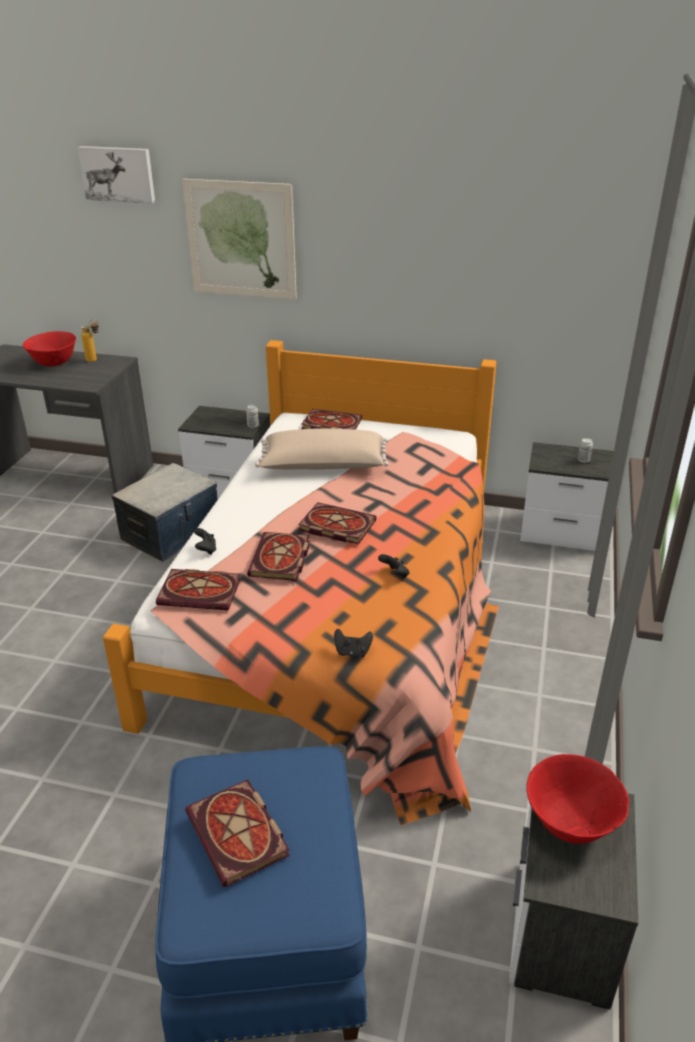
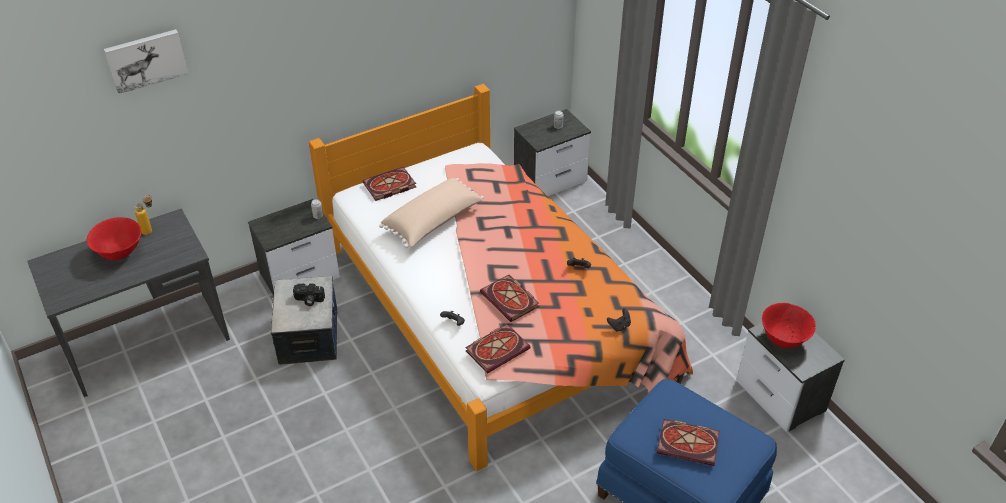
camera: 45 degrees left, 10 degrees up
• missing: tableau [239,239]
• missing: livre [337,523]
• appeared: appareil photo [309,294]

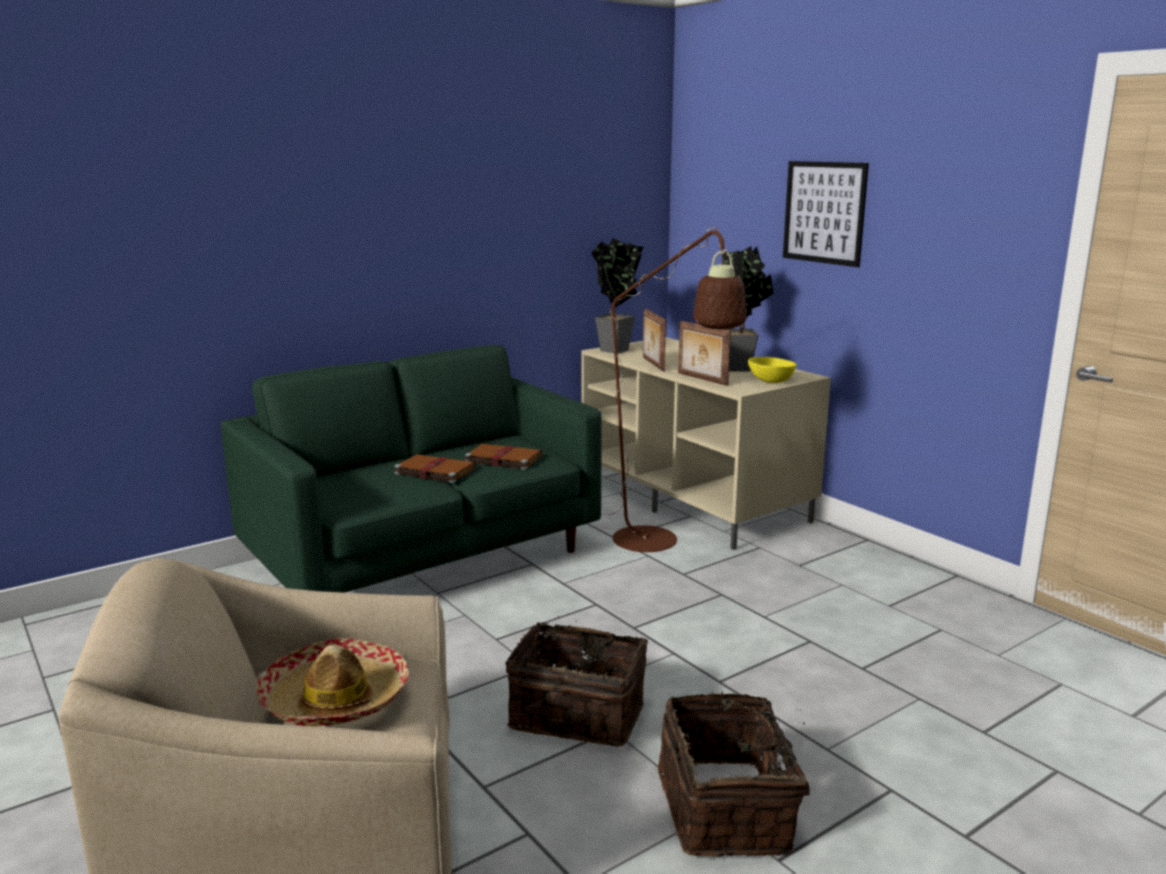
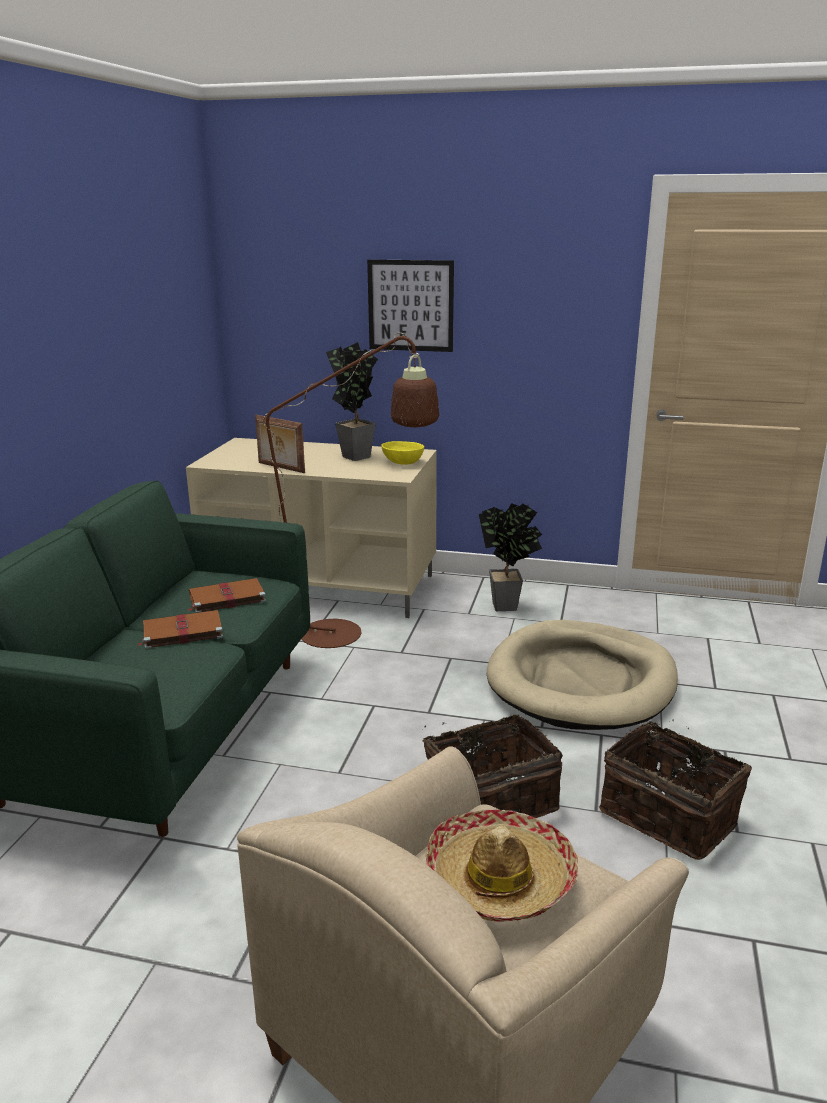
camera: 40 degrees left, 5 degrees up
• relocated: plante en pot [617,295] to [510,557]
• missing: cadre photo [704,353]
• appeared: panier pour chien/beige [582,675]

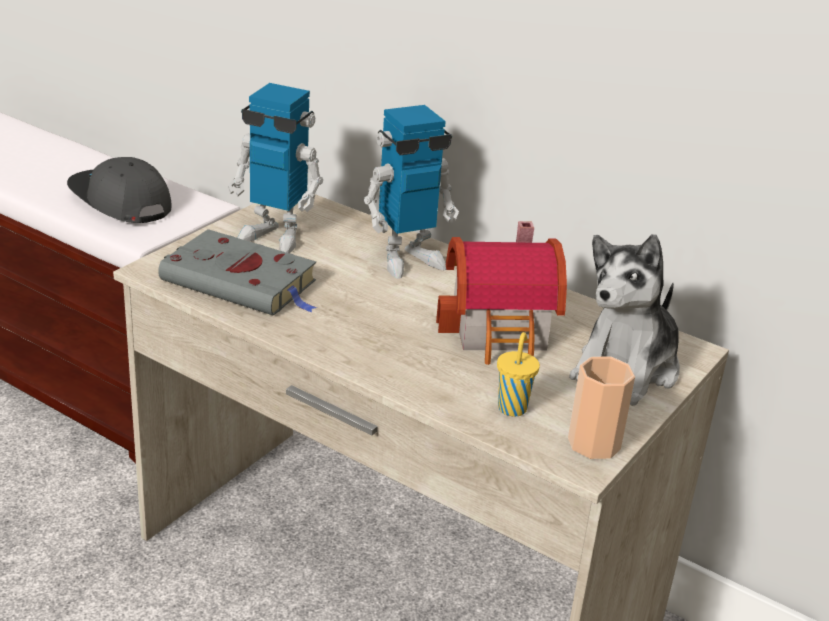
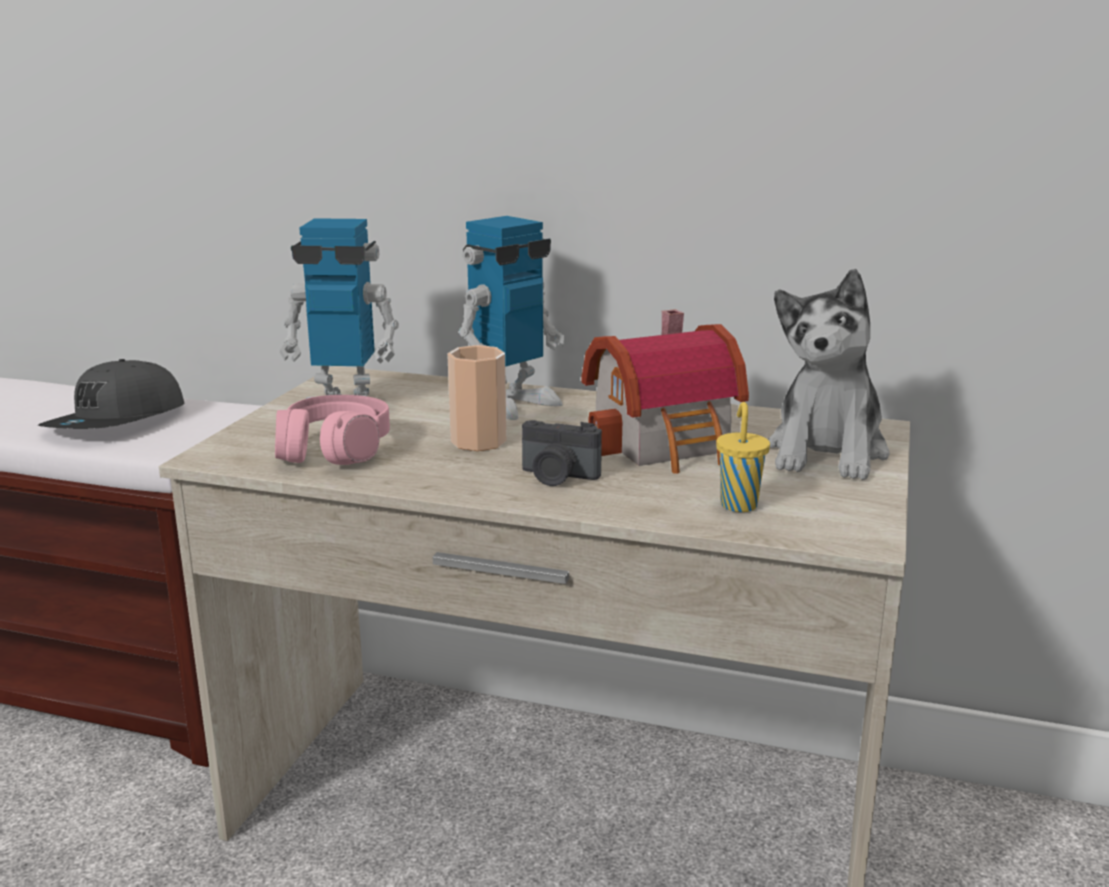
camera: 15 degrees left, 10 degrees down
• spun: casquette/gris [119,190] = [111,394] 90 degrees counterclockwise
• exchanged: livre/gris [238,272] to casque audio/rose [332,430]
• relocated: tasse [601,407] to [477,398]
• appeared: appareil photo [562,453]

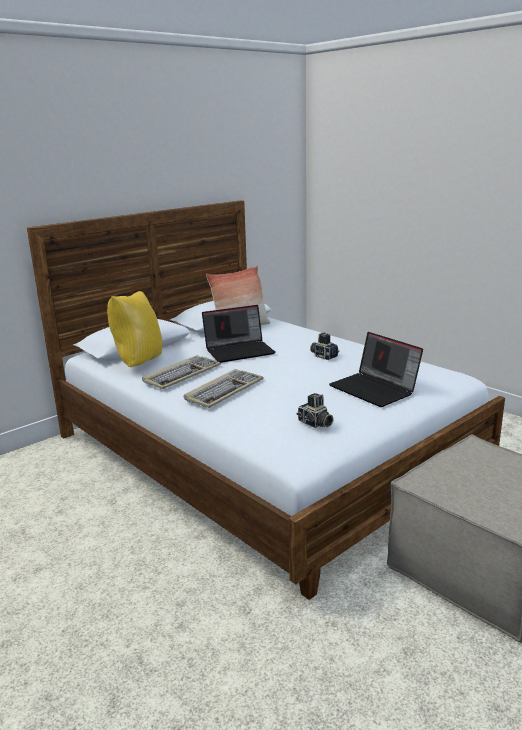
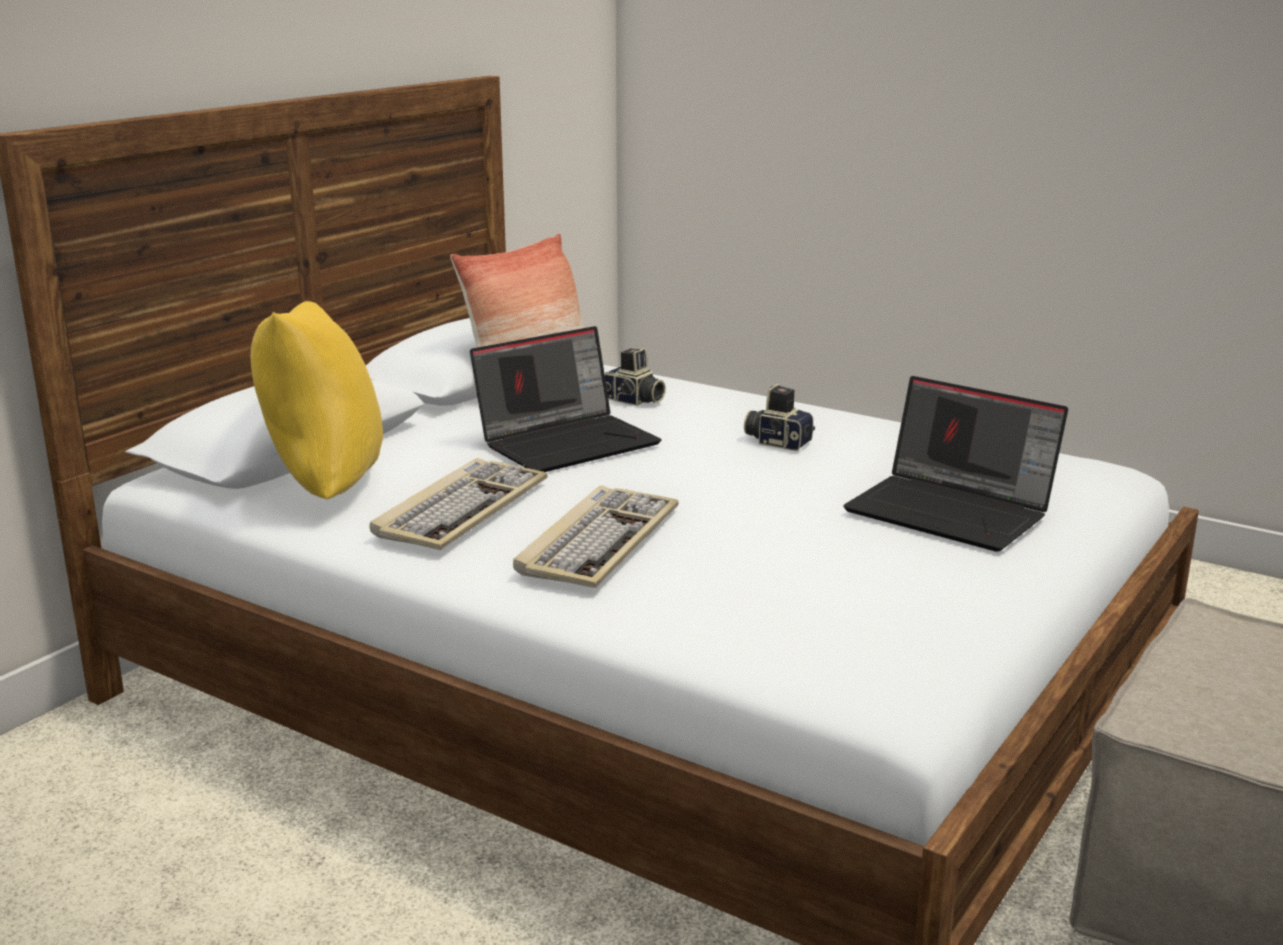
camera: 15 degrees left, 0 degrees up
• relocated: appareil photo [315,410] to [635,377]

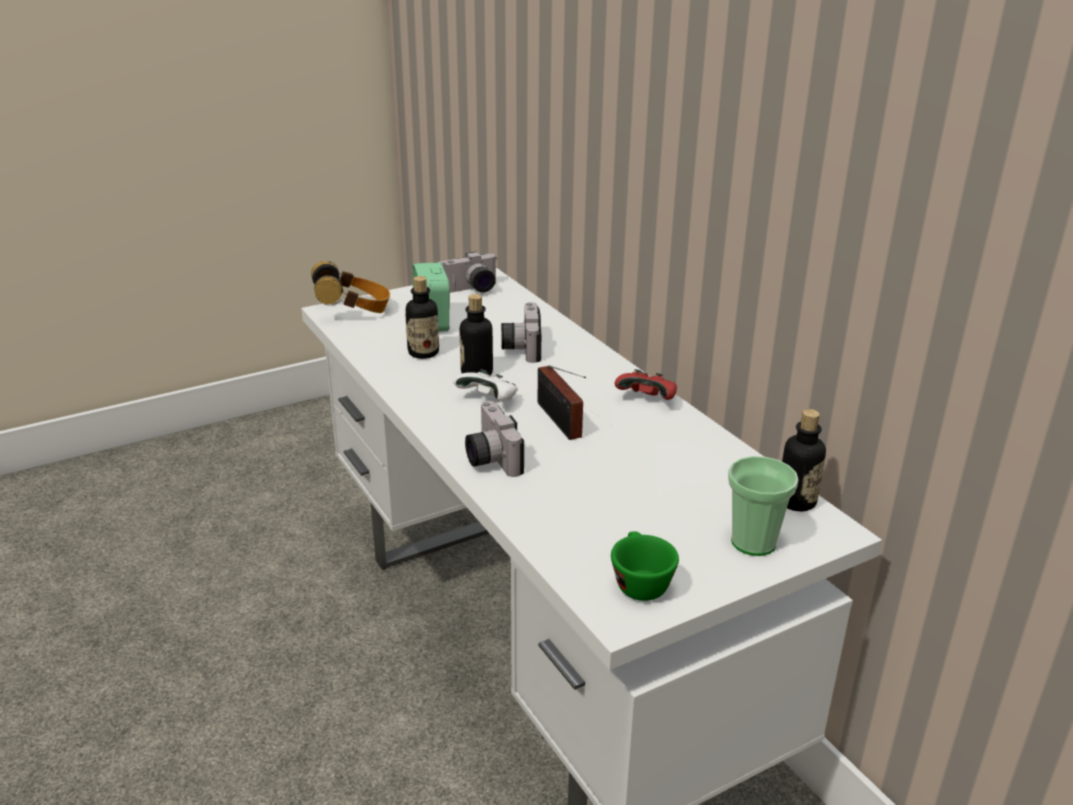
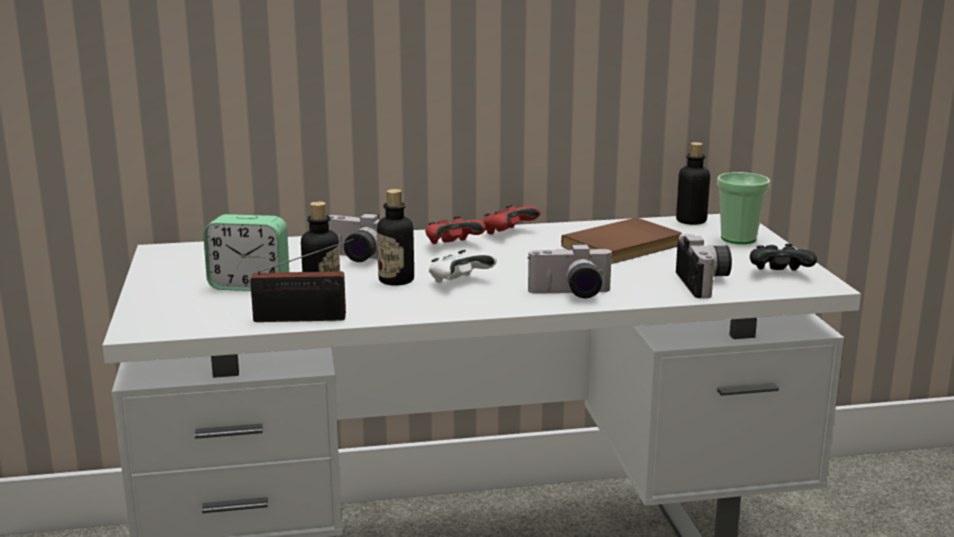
camera: 70 degrees left, 10 degrees down
• relocated: appareil photo [467,272] to [704,266]
• missing: casque audio [350,287]
• relocated: radio [562,402] to [302,280]
• exchanged: tasse/vert [645,566] to manette/noir [783,257]
• appeared: manette/rouge [455,230]
• appeared: livre/marron [621,241]

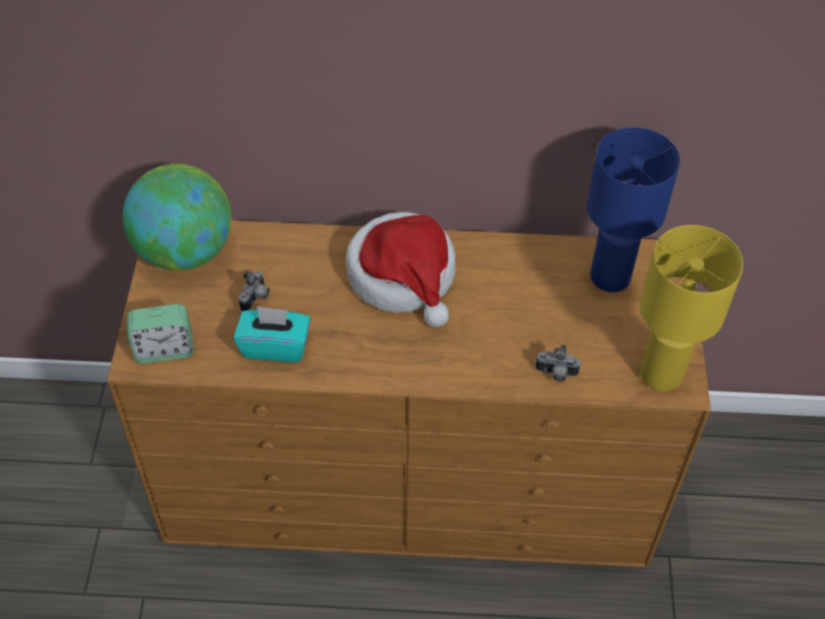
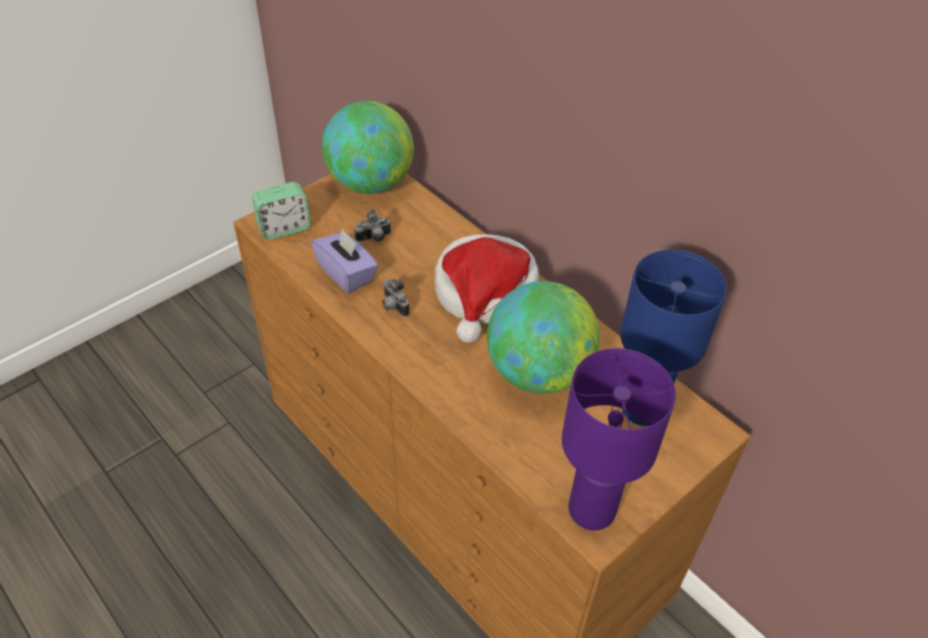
camera: 45 degrees right, 5 degrees down
• colour: lampe de table/jaune [691,308] to lampe de table/violet [619,439]
• spun: réveil [160,333] = [281,211] 60 degrees counterclockwise
• colour: boîte à mouchoirs/turquoise [272,334] to boîte à mouchoirs/violet [344,261]
• relocated: appareil photo [557,363] to [395,297]
• appeared: globe [543,337]

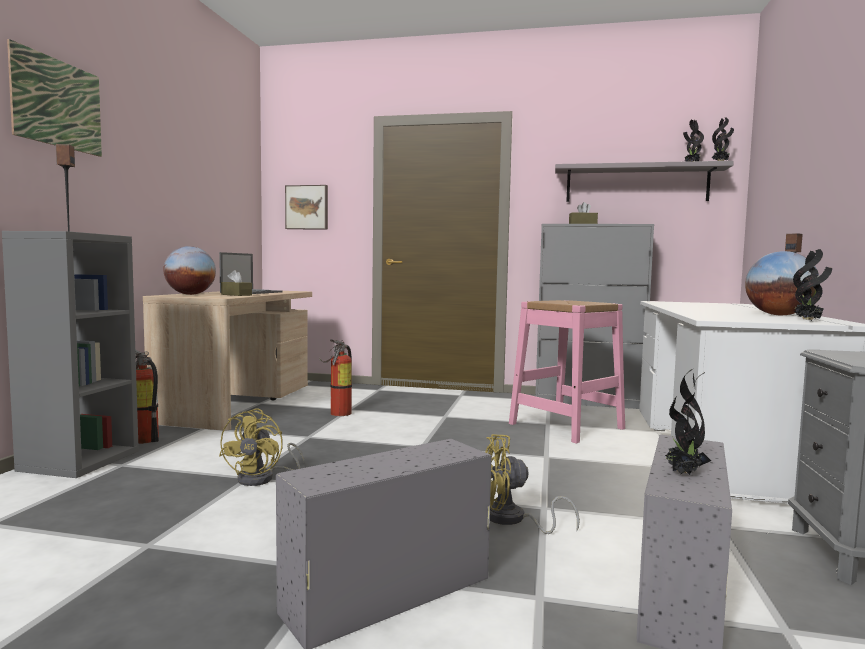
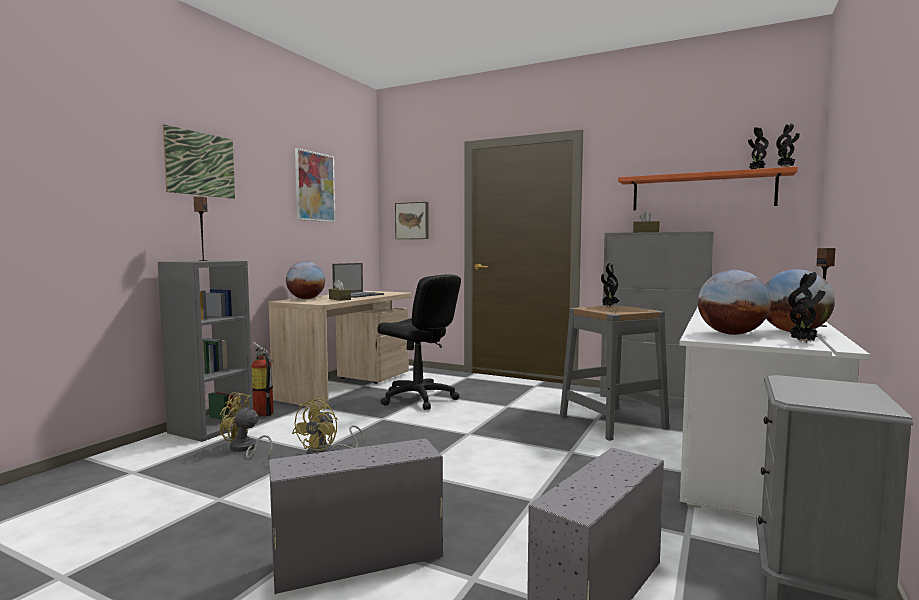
camera: 15 degrees right, 0 degrees up
• colour: étagère/gris [644,181] to étagère/orange [708,188]
• colour: tabouret/rose [567,371] to tabouret/gris [614,373]
• exchanged: extincteur [335,377] to chaise de bureau/noir [419,342]
• relocated: plante en pot [688,422] to [610,284]
• relocated: ventilateur/jaune [532,484] to [246,425]
• appeared: tableau [315,185]
• appeared: globe [734,302]

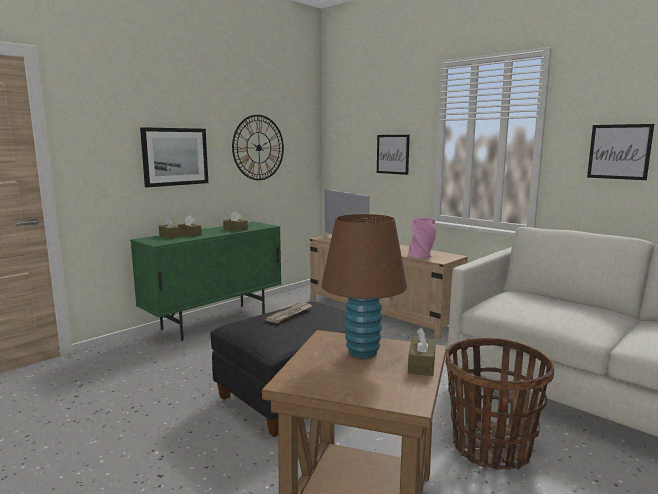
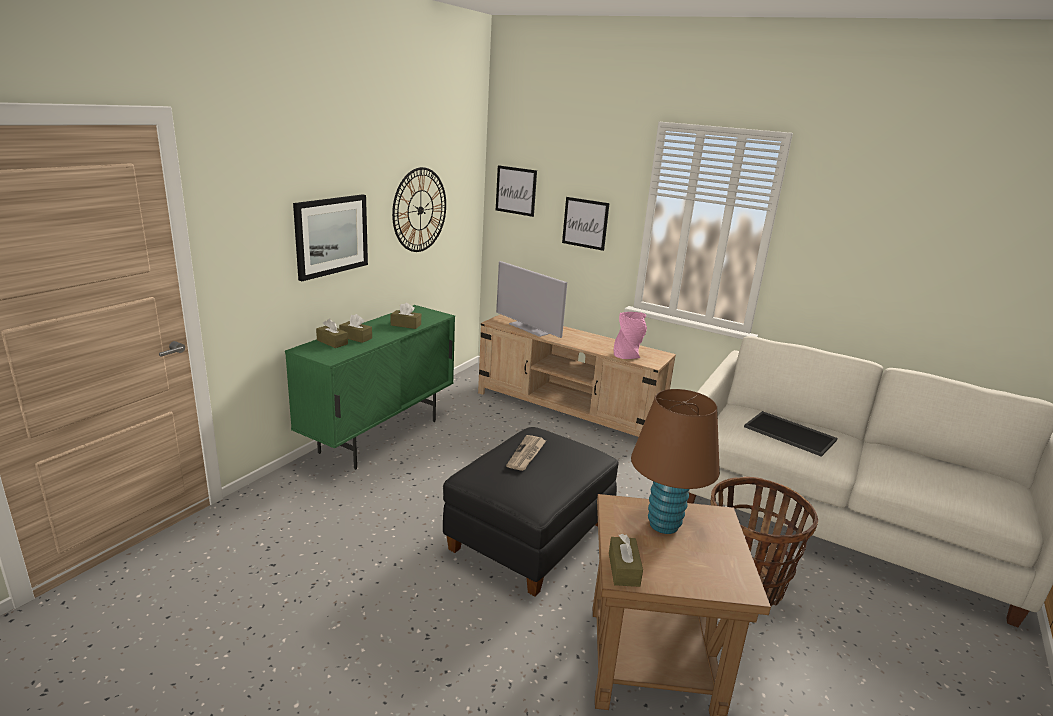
camera: 15 degrees left, 10 degrees up
• relocated: tableau [620,152] to [516,191]
• relocated: boîte à mouchoirs/marron [422,352] to [626,560]
• appeared: plateau [791,434]

